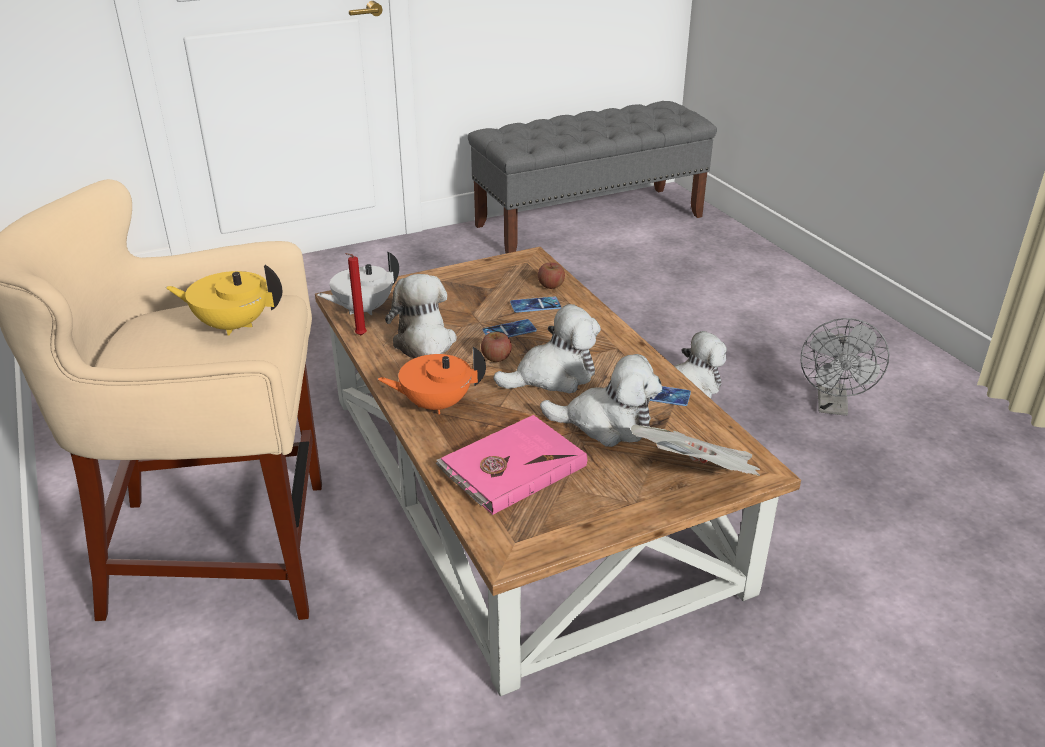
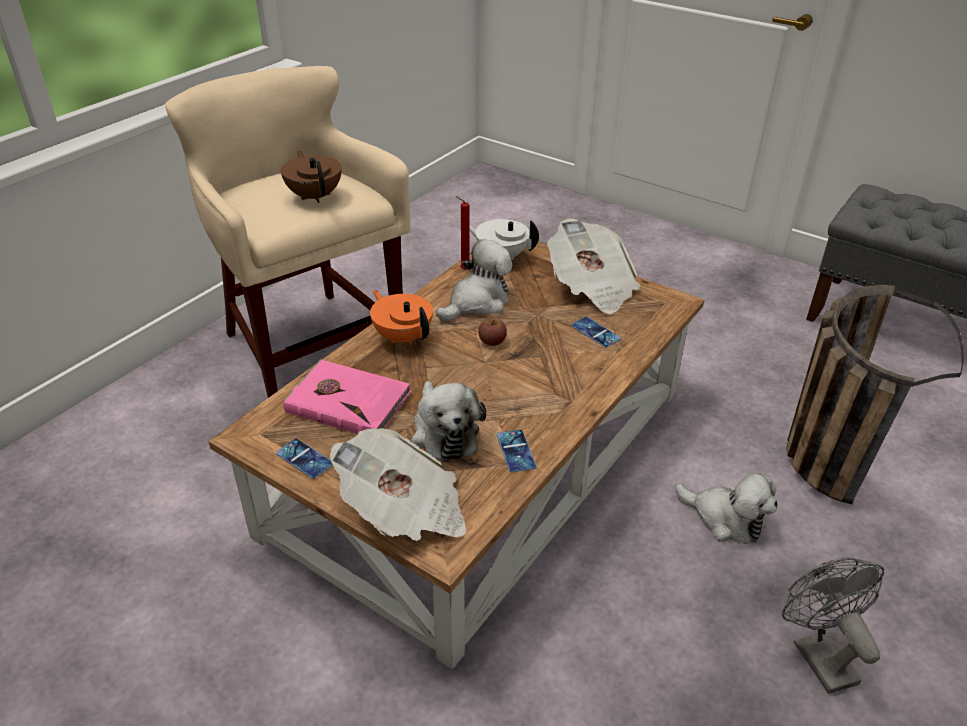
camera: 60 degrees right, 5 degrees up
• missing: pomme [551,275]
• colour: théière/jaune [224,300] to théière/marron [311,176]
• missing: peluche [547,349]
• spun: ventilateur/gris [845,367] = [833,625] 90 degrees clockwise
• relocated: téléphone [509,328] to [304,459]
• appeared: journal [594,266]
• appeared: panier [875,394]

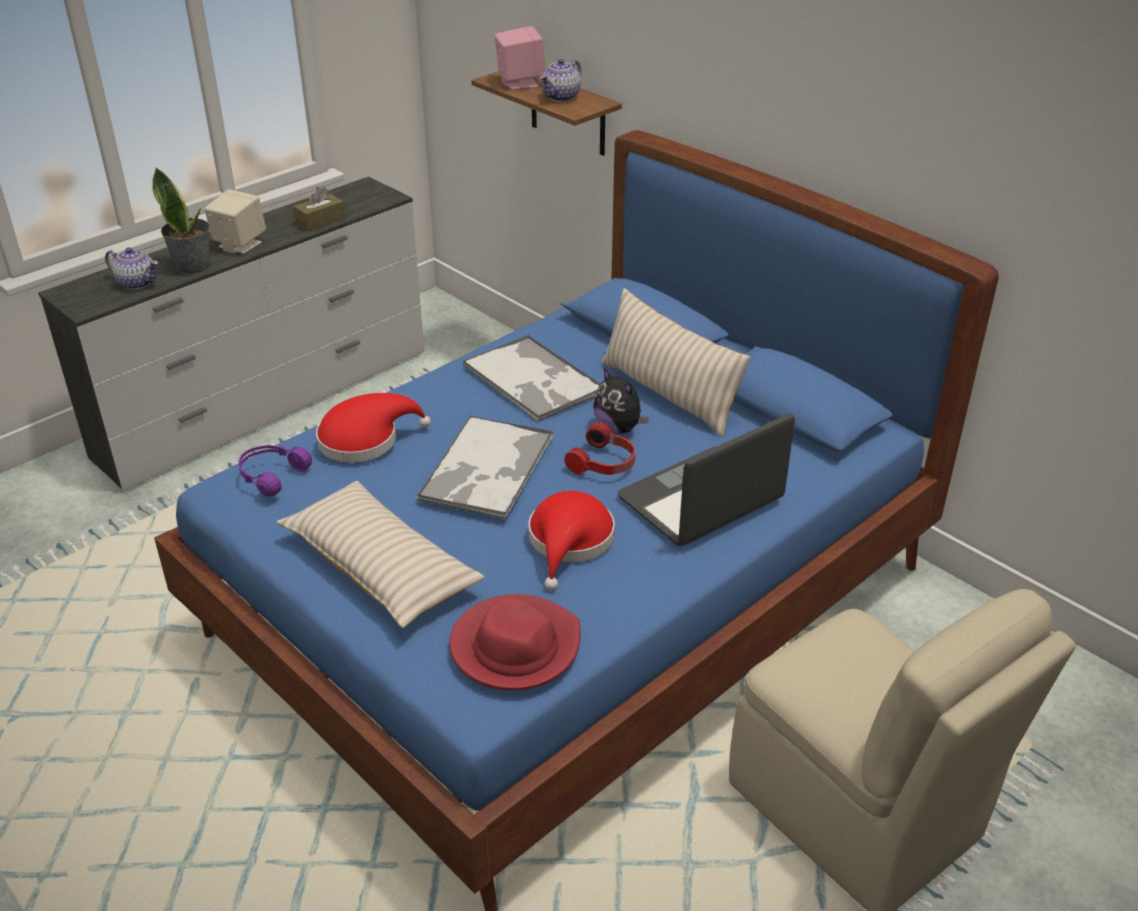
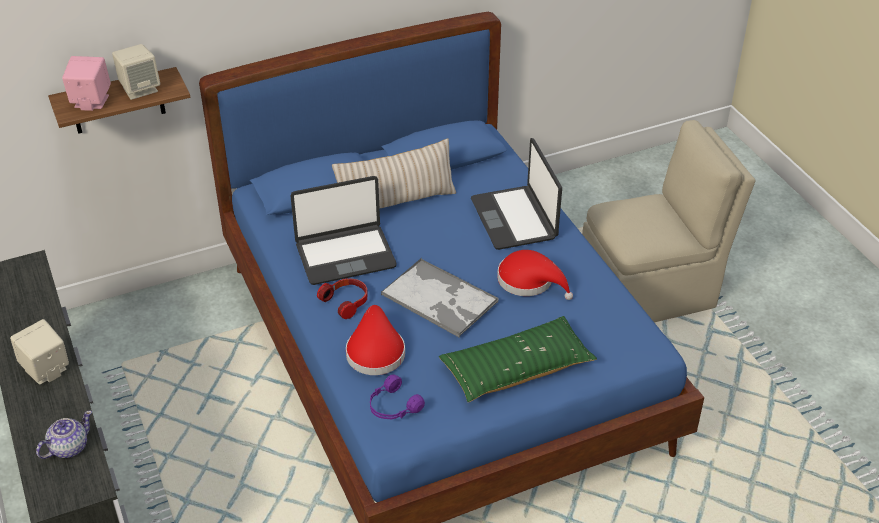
camera: 70 degrees left, 5 degrees up
• exchanged: théière [560,80] to enceinte/beige [136,72]
• missing: plante en pot [181,221]
• missing: boîte à mouchoirs/marron [319,208]
• exchanged: plateau [531,378] to ordinateur portable [343,230]
• missing: peluche [621,400]
• relocated: casque audio [599,448] to [342,299]
• colour: coussin/beige [381,554] to coussin/vert [518,359]
• missing: chapeau/rouge [514,642]

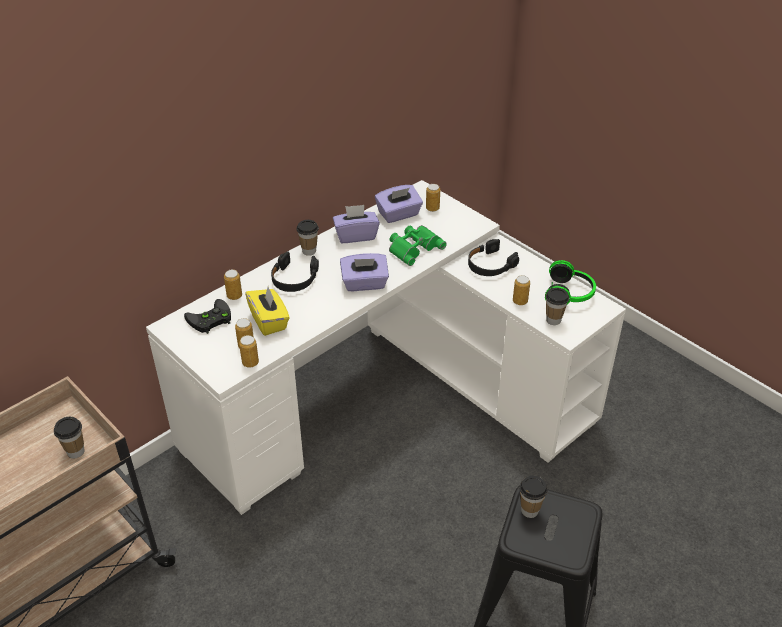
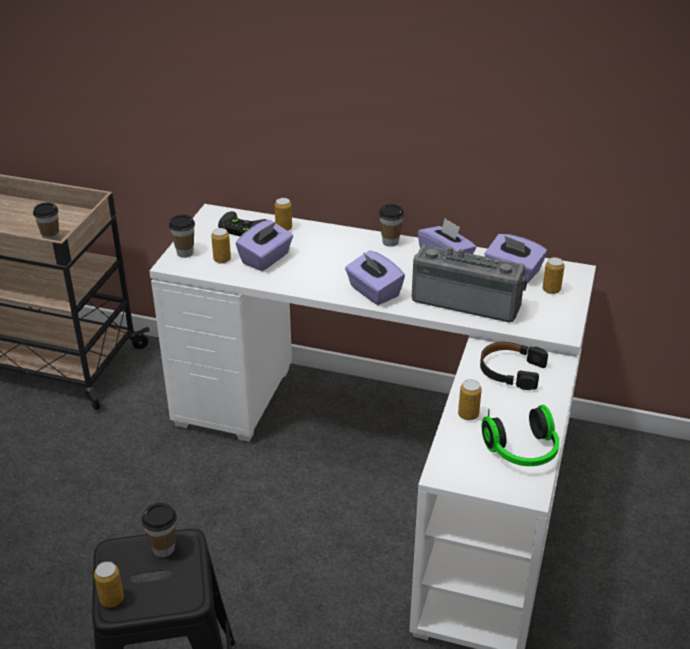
camera: 60 degrees right, 5 degrees down
• exchanged: jumelles/vert [418,245] to radio [469,283]
• missing: casque audio/noir [295,271]
• colour: boîte à mouchoirs/jaune [267,311] to boîte à mouchoirs/violet [264,245]
• relocated: tasse [557,306] to [182,236]
• relocated: boîte métallique [249,351] to [109,584]

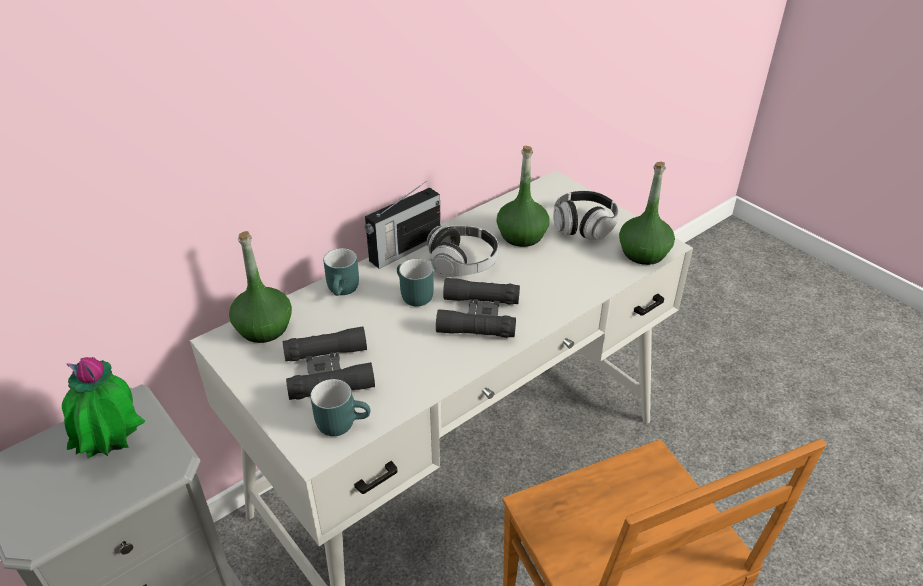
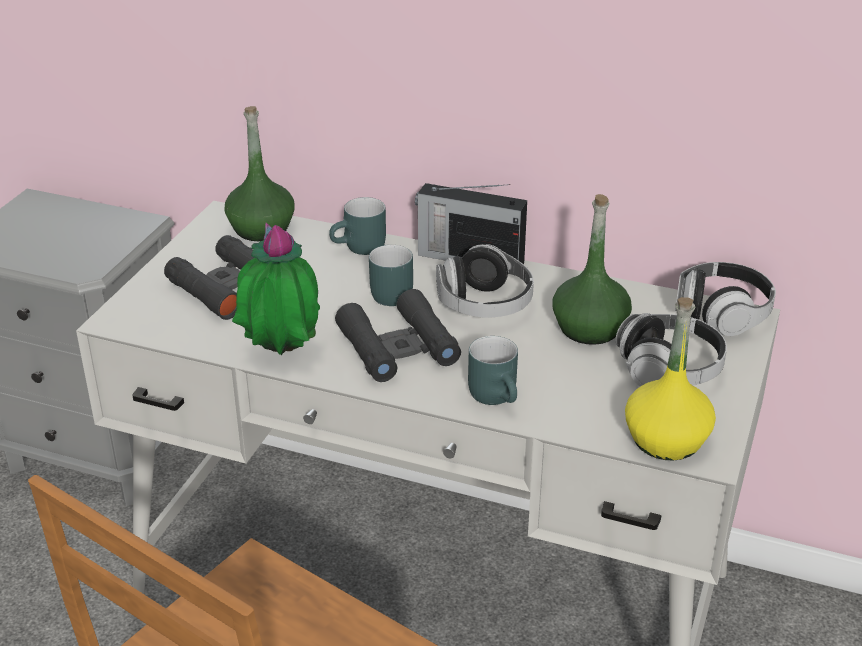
camera: 60 degrees right, 5 degrees down
• colour: bouteille/vert [647,213] to bouteille/jaune [670,379]
• relocated: plante en pot [103,407] to [276,289]
• relocated: mug/turquoise [340,407] to [493,370]
• appeared: casque audio [725,299]

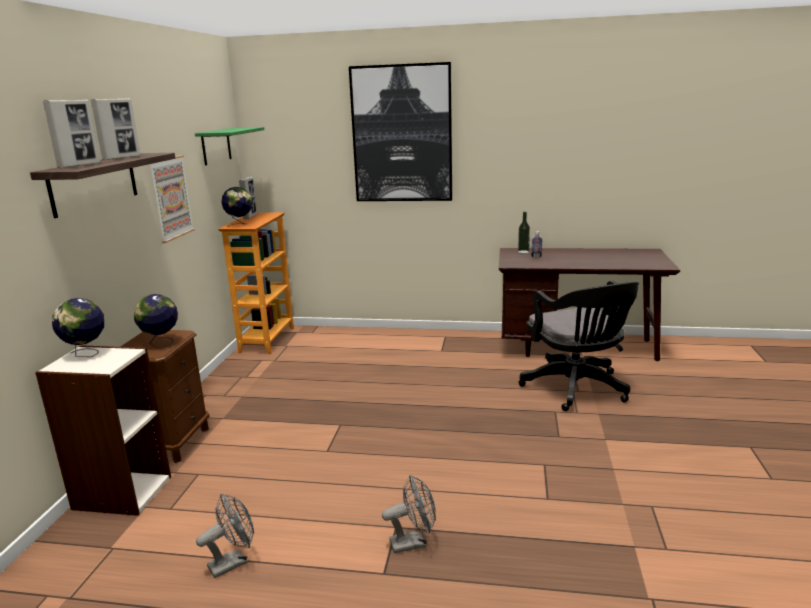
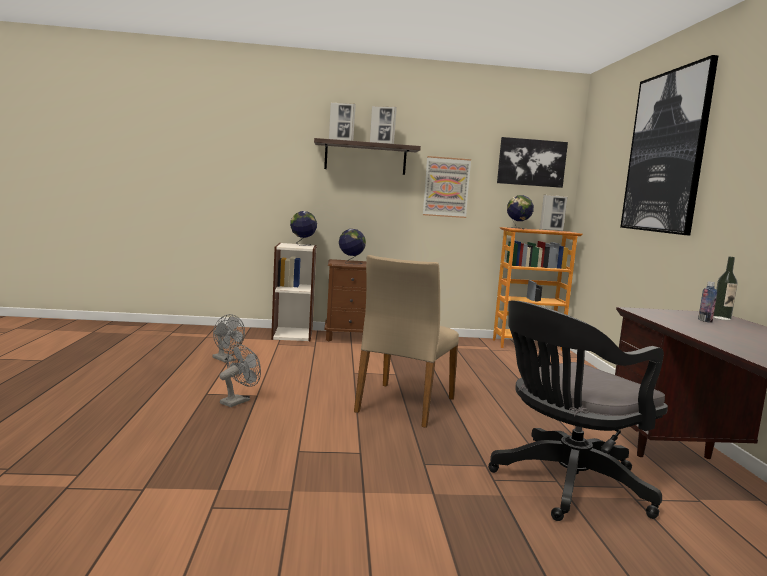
camera: 75 degrees right, 10 degrees down
• exchanged: étagère/vert [230,146] to tableau [532,162]
• spun: ventilateur/gris [409,514] = [240,375] 120 degrees counterclockwise
• appeared: chaise/beige [406,341]

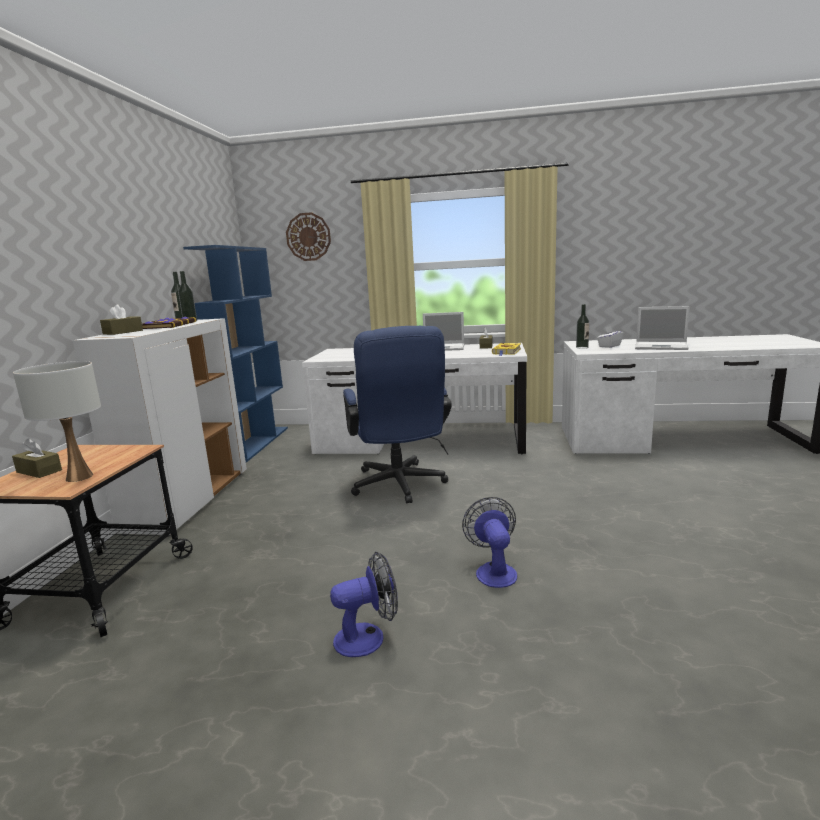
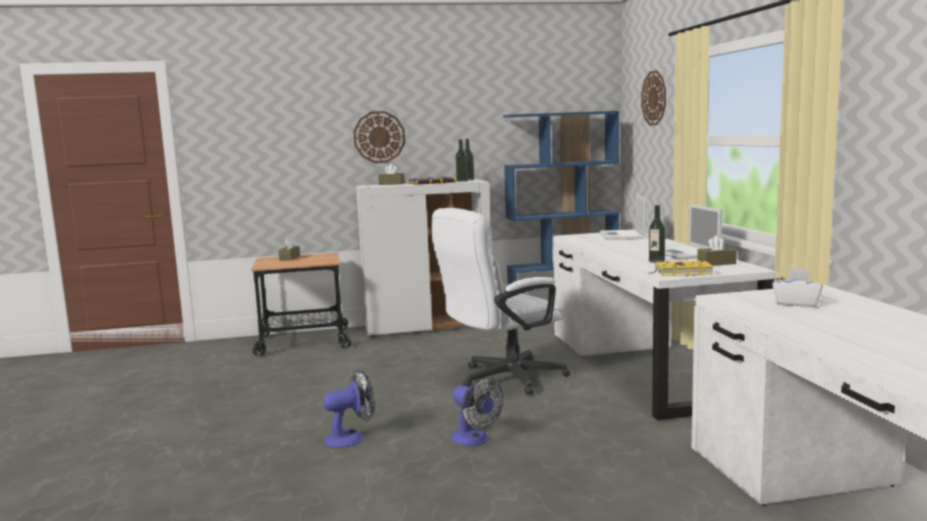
camera: 70 degrees right, 5 degrees down
• relocated: bouteille [582,326] to [657,234]
• relocated: ordinateur portable [662,328] to [623,217]
• colour: chaise de bureau/bleu [397,415] to chaise de bureau/blanc [500,301]
• missing: lampe de table/blanc [57,421]
• relocated: ventilateur [364,604] to [476,411]
• appeared: horloge murale [379,137]

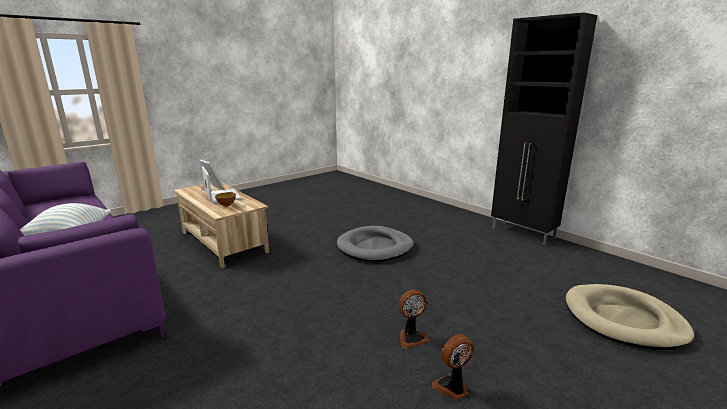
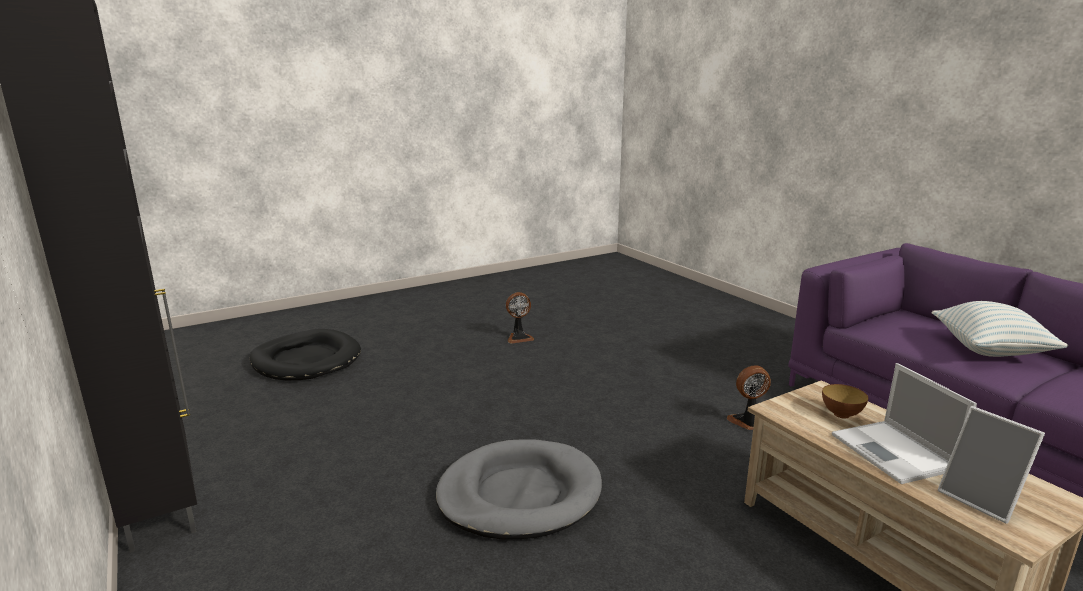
camera: 170 degrees left, 0 degrees up
• colour: panier pour chien/beige [630,317] to panier pour chien/noir [305,354]
• relocated: ventilateur [414,319] to [749,397]

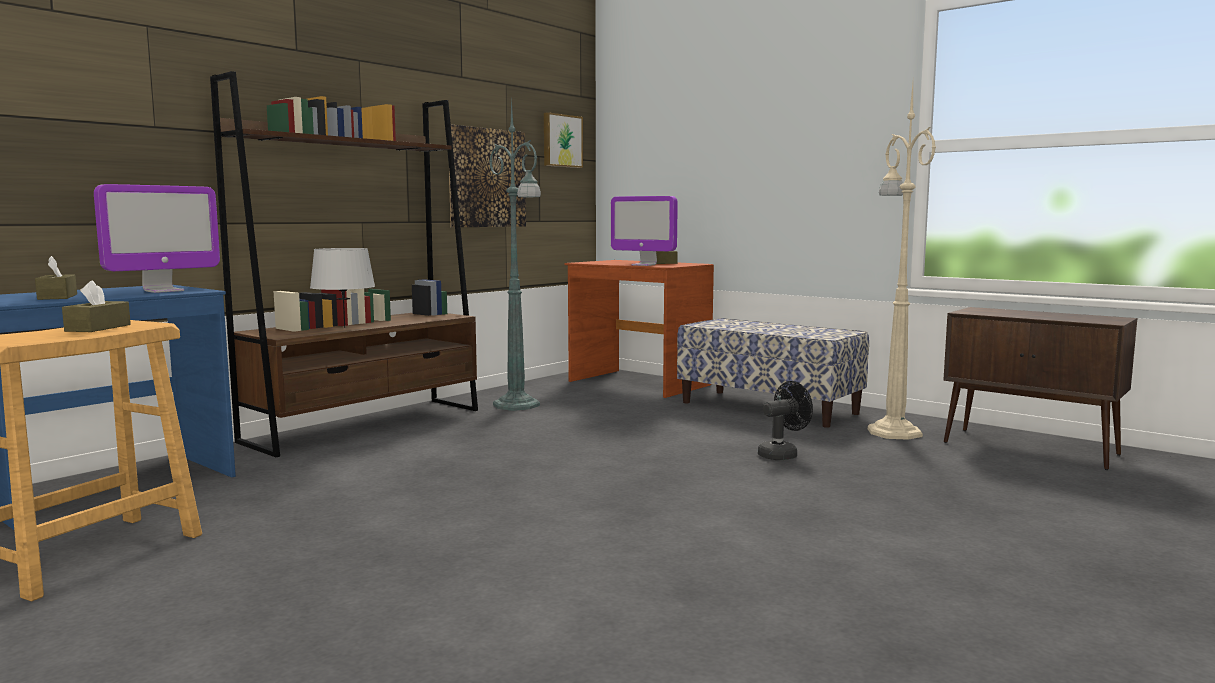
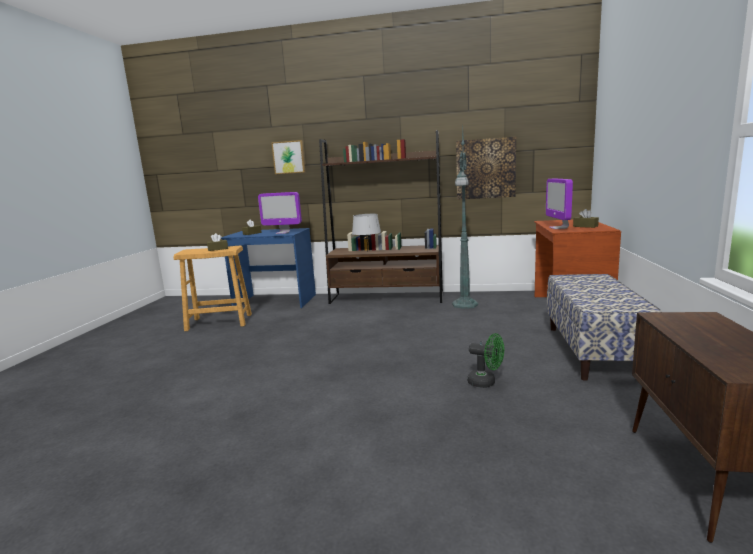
camera: 60 degrees right, 5 degrees up
• missing: lampadaire/beige [902,262]
• relocated: tableau [563,140] to [288,157]
• colour: ventilateur/noir [785,420] to ventilateur/vert [485,360]

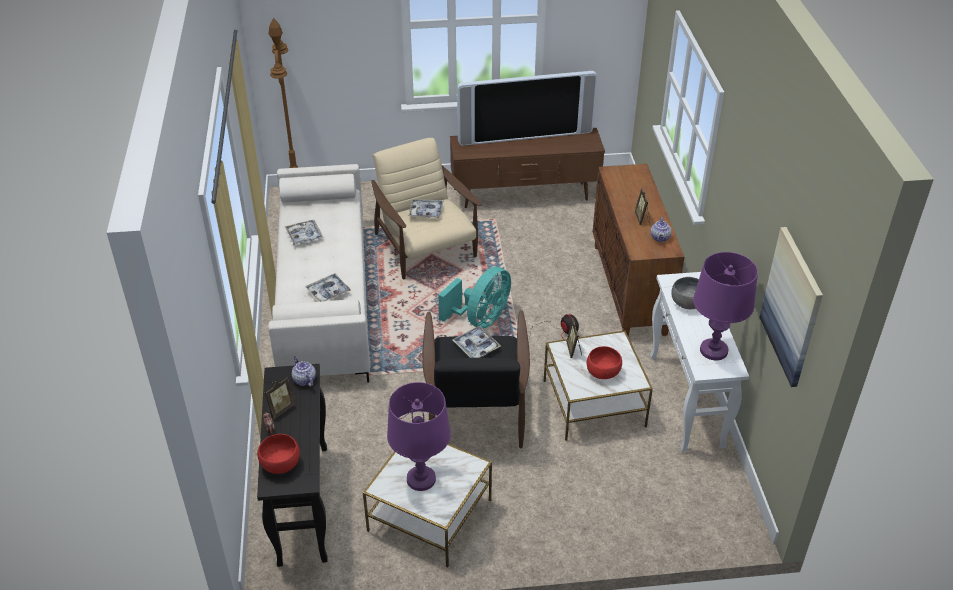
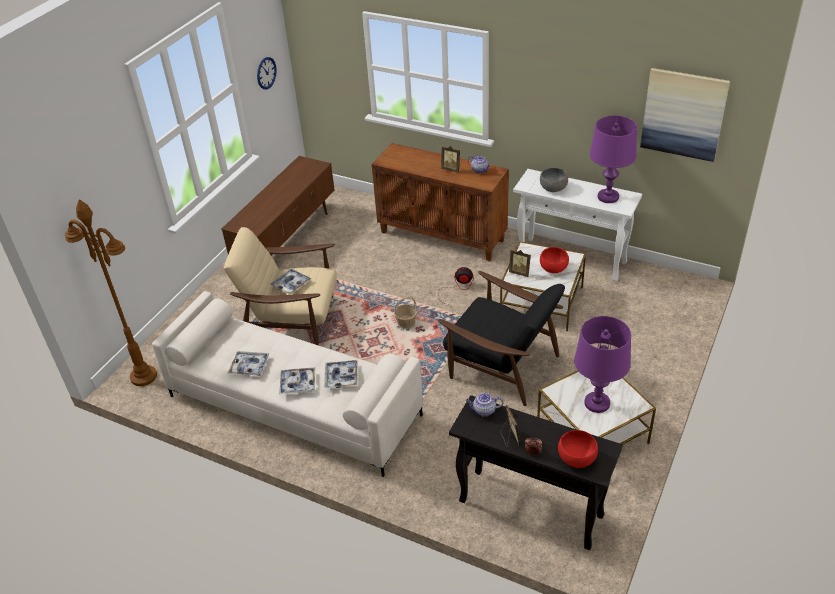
camera: 55 degrees left, 0 degrees up
• missing: téléviseur [527,108]
• exchanged: ventilateur/turquoise [474,297] to panier [405,313]
• relocated: plateau [477,342] to [297,381]
• appeared: horloge murale [267,73]

